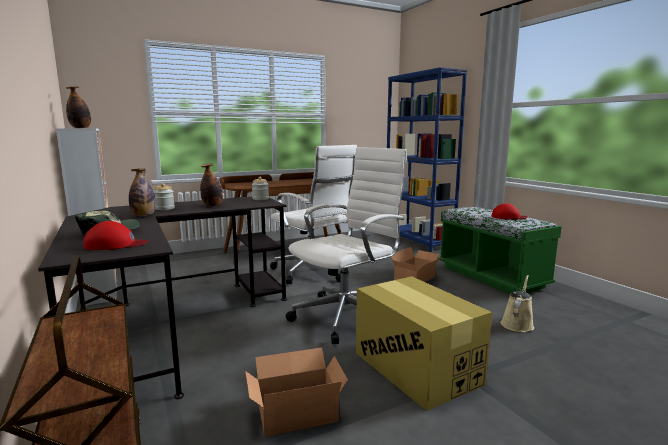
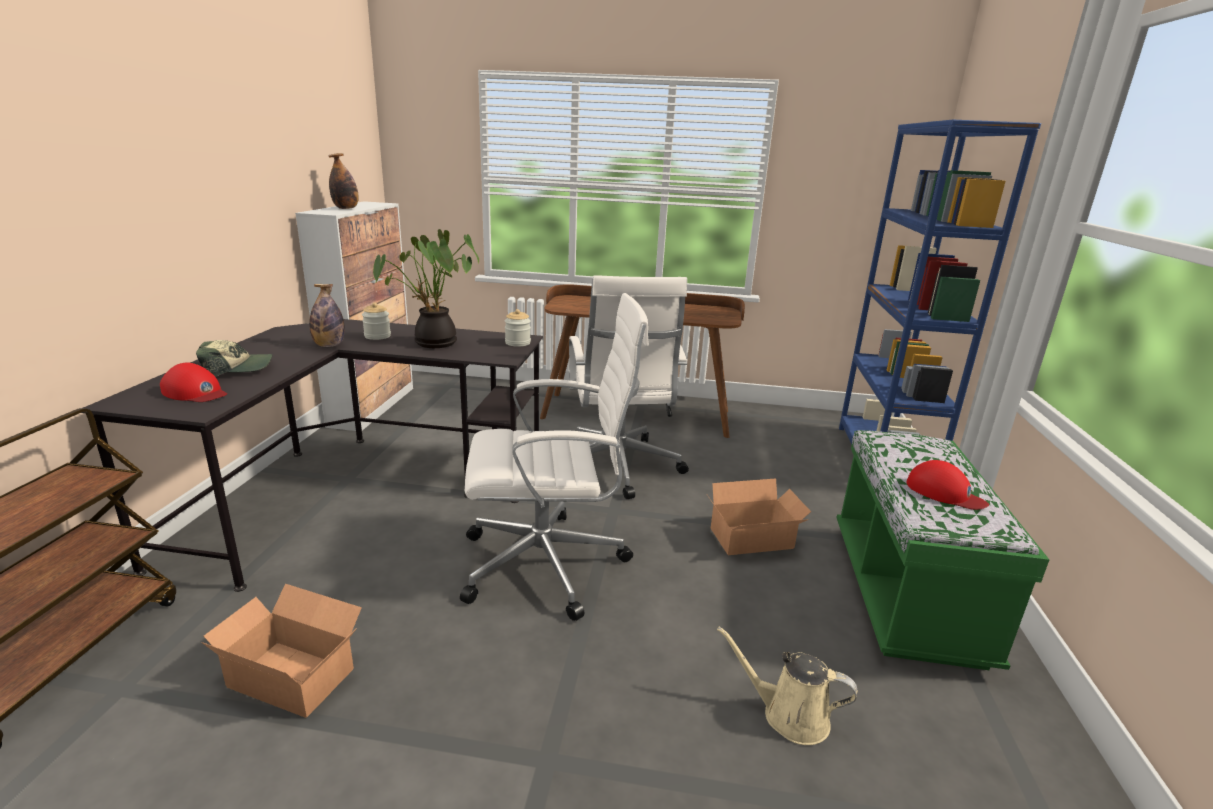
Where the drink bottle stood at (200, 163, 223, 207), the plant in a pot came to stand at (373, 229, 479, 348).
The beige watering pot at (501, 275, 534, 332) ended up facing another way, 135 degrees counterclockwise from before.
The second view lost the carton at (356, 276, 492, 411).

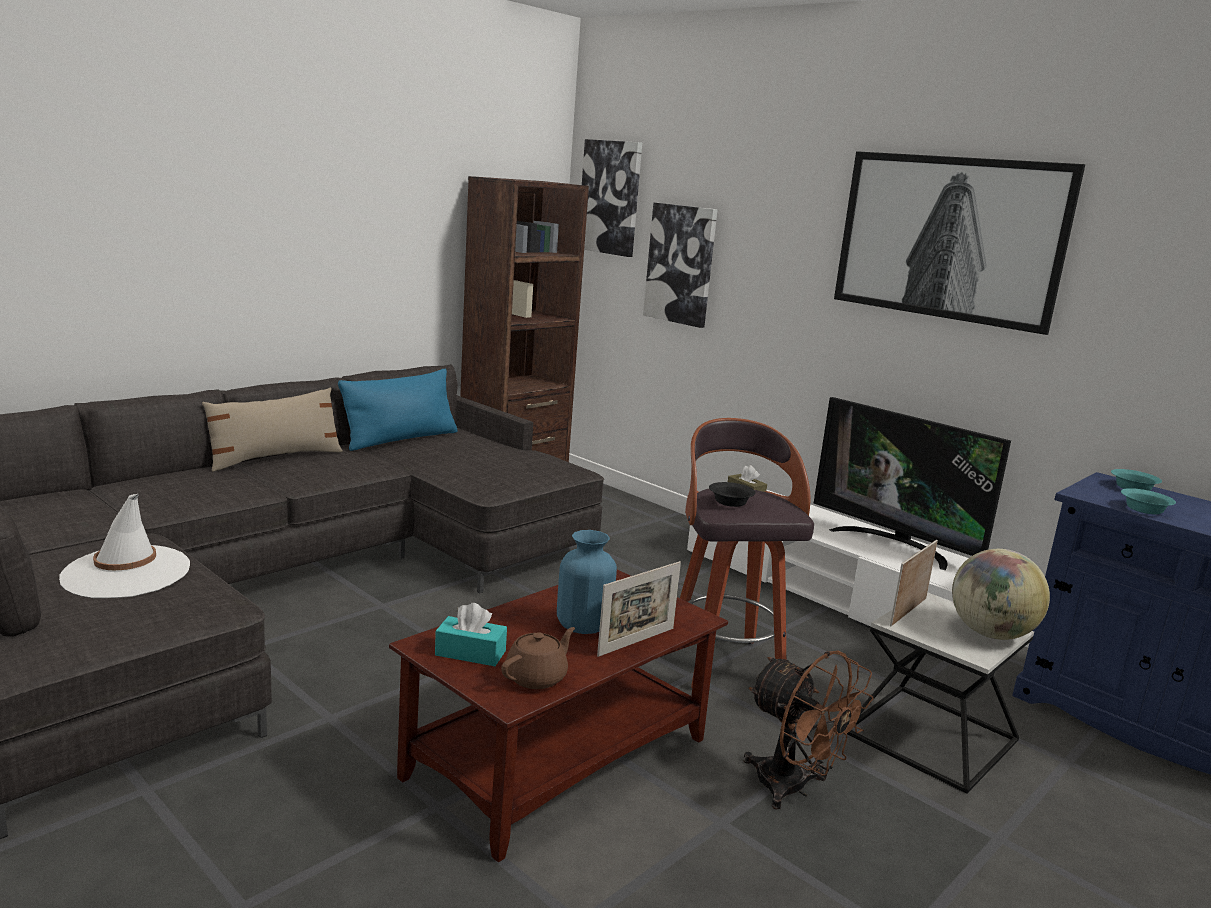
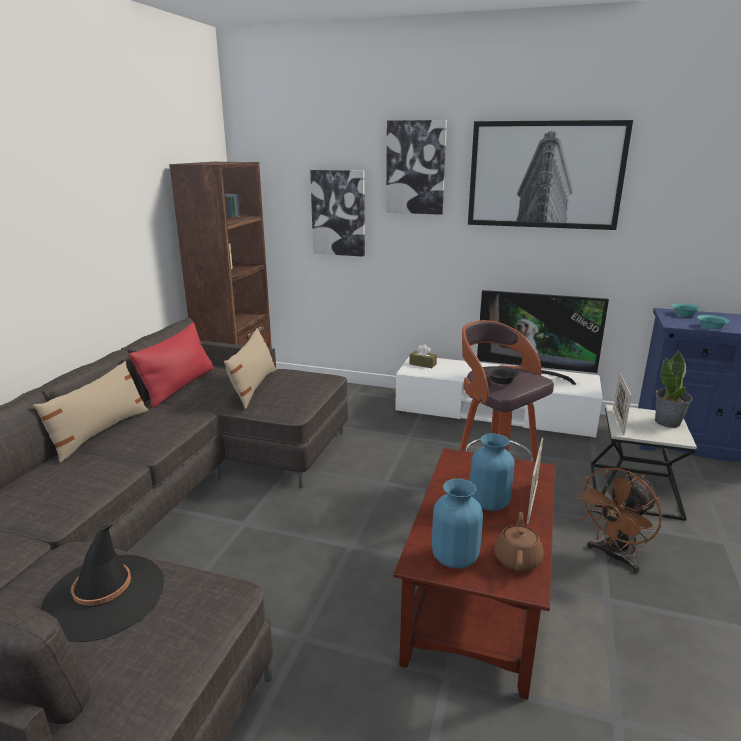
The wall picture ended up elsewhere, having gone from (582, 139, 642, 257) to (386, 120, 447, 215).
What was the blue-coloured cushion at (338, 369, 458, 451) turned into the reddish cushion at (129, 322, 214, 408).
What was the white wearable hat at (59, 494, 190, 598) turned into the black-coloured wearable hat at (41, 524, 164, 642).
Where the world globe stood at (952, 549, 1050, 640), the plant in a pot came to stand at (655, 350, 693, 428).
Where the turquoise-coloured tissue holder stood at (435, 603, 507, 666), the blue-coloured flower vase came to stand at (432, 479, 483, 568).
The brownish fan at (743, 650, 874, 810) ended up facing another way, 120 degrees clockwise from before.
The second view gained the beige cushion at (224, 328, 276, 409).

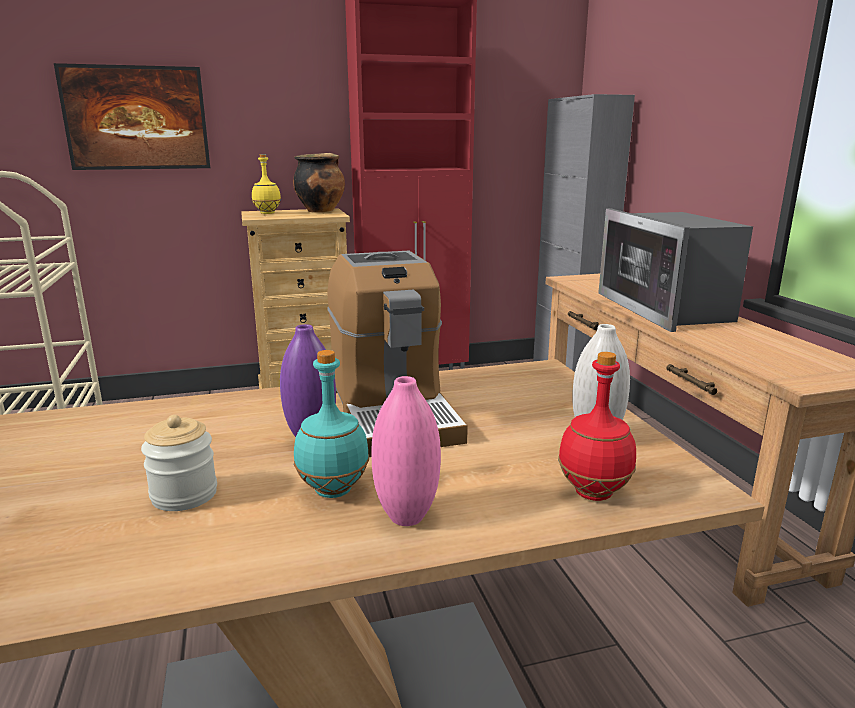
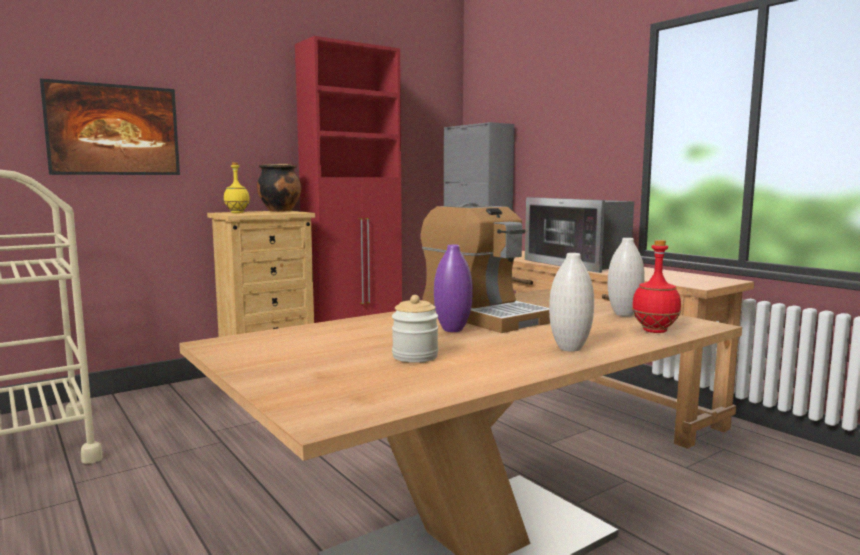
The second view lost the turquoise-coloured drink bottle at (294, 350, 369, 498).
What was the pink flower vase at (371, 376, 441, 526) turned into the white flower vase at (549, 253, 594, 352).

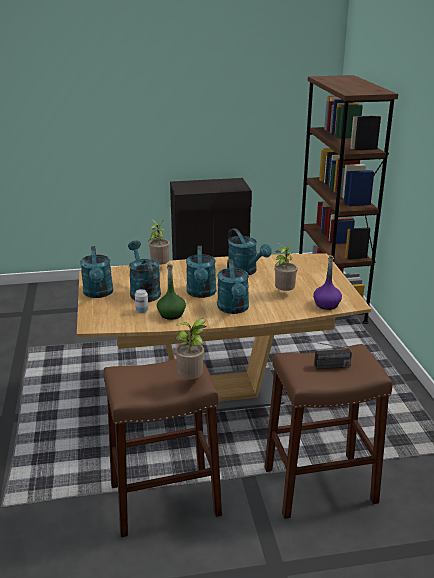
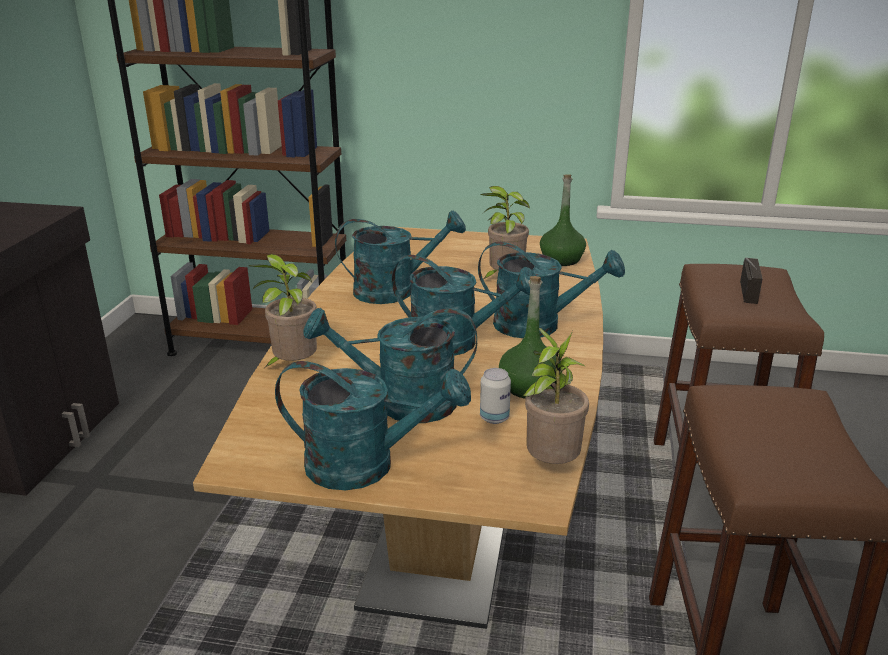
What was the purple-coloured drink bottle at (313, 255, 342, 310) turned into the green drink bottle at (540, 174, 586, 266).
The plant in a pot ended up elsewhere, having gone from (175, 318, 206, 380) to (524, 328, 589, 464).

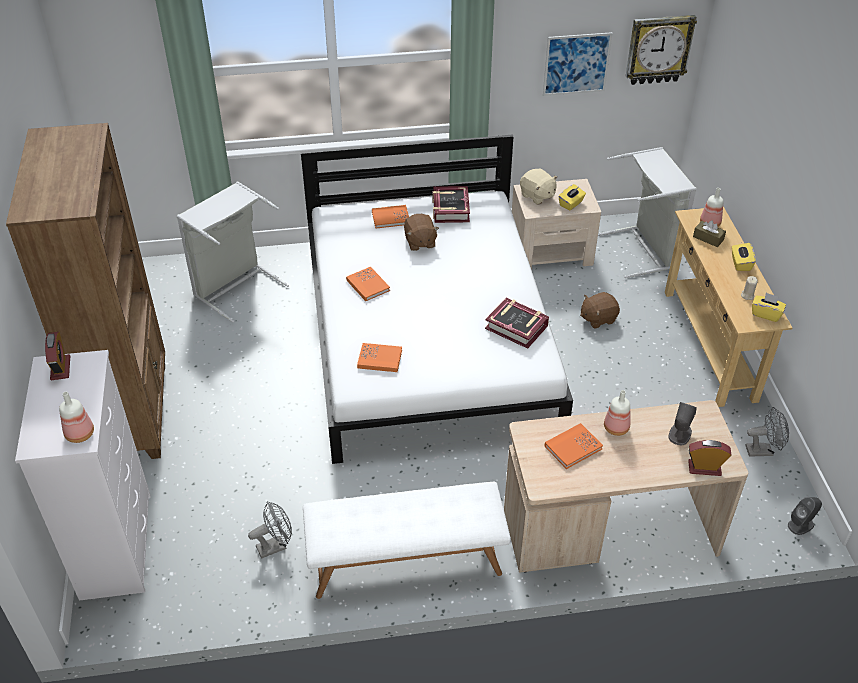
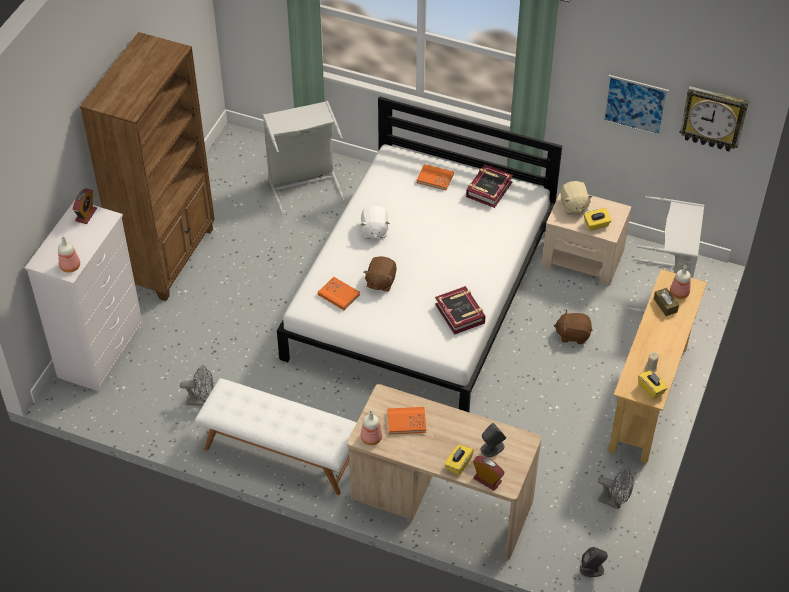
The brownish plush toy ended up elsewhere, having gone from (404, 214, 439, 251) to (363, 256, 397, 292).
The yellowish tissue holder ended up elsewhere, having gone from (732, 243, 756, 271) to (444, 445, 474, 475).
Where the orange-coloured book stood at (346, 267, 390, 301), the white plush toy came to stand at (360, 206, 390, 239).
The drink bottle ended up elsewhere, having gone from (604, 390, 631, 436) to (361, 411, 382, 445).

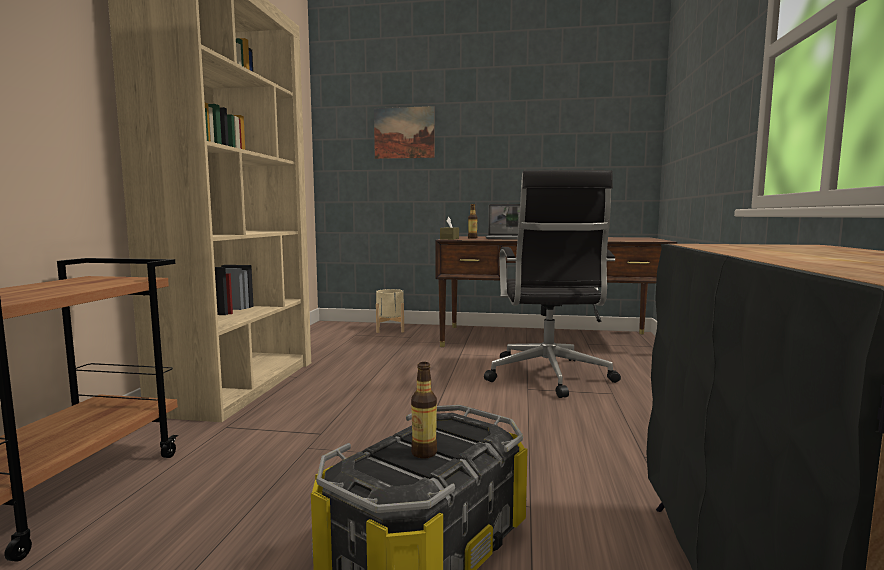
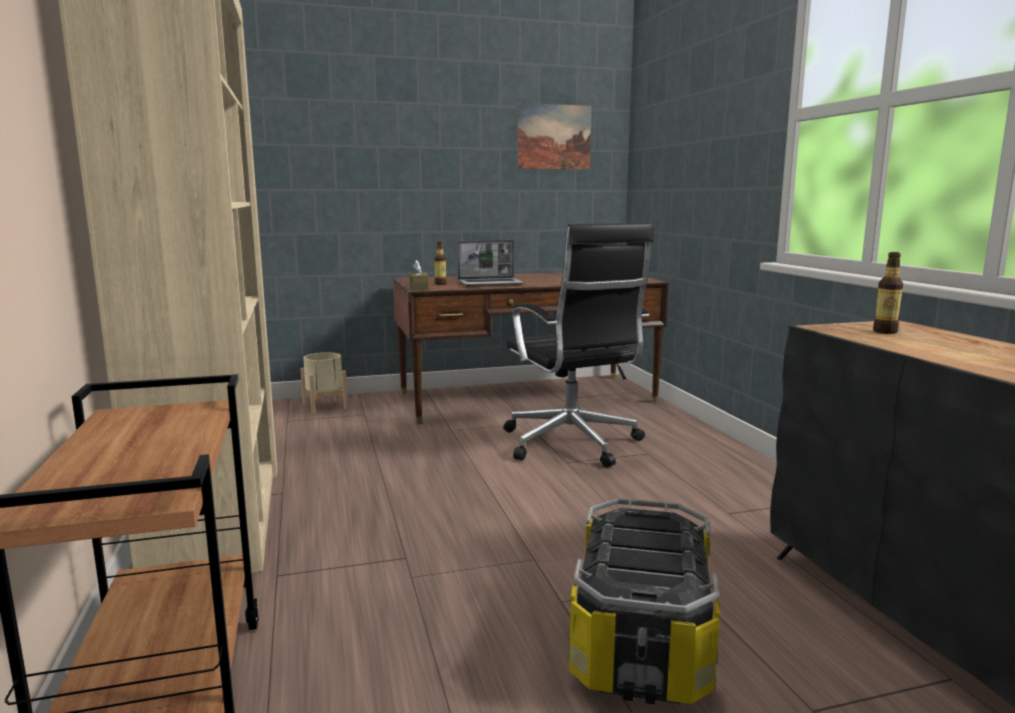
The wall picture ended up elsewhere, having gone from (374, 106, 435, 159) to (517, 103, 592, 169).
The drink bottle ended up elsewhere, having gone from (411, 362, 437, 459) to (873, 252, 903, 334).

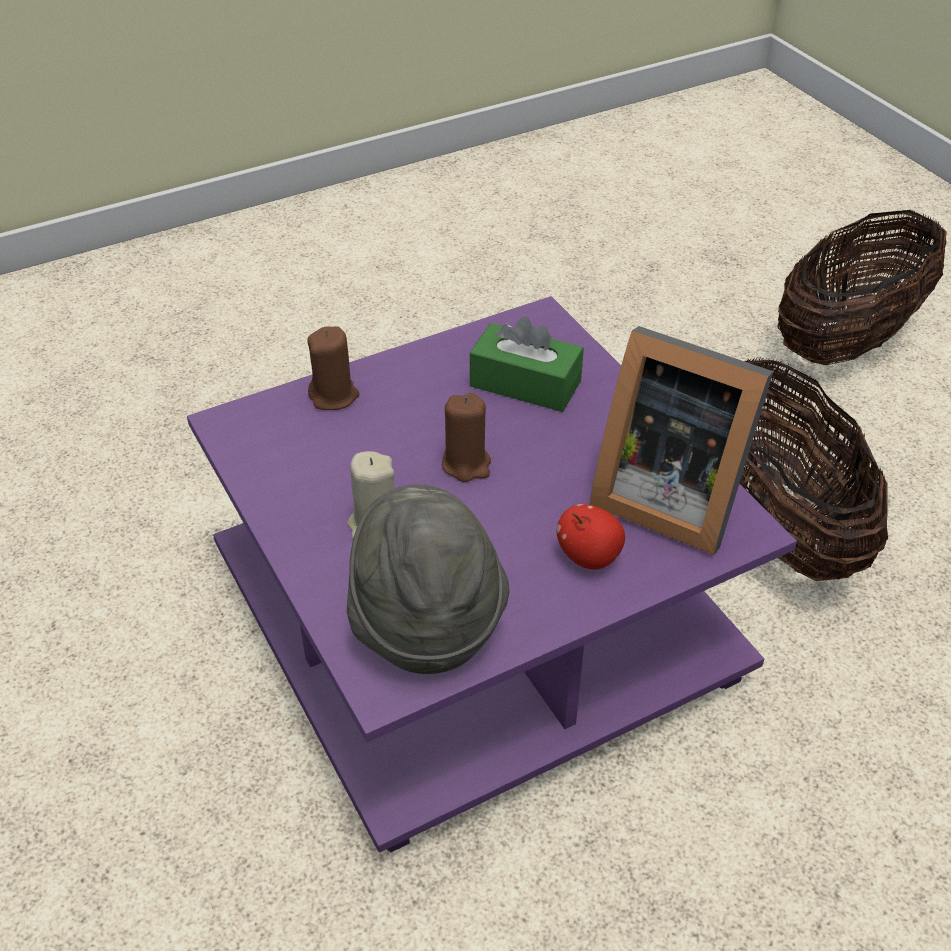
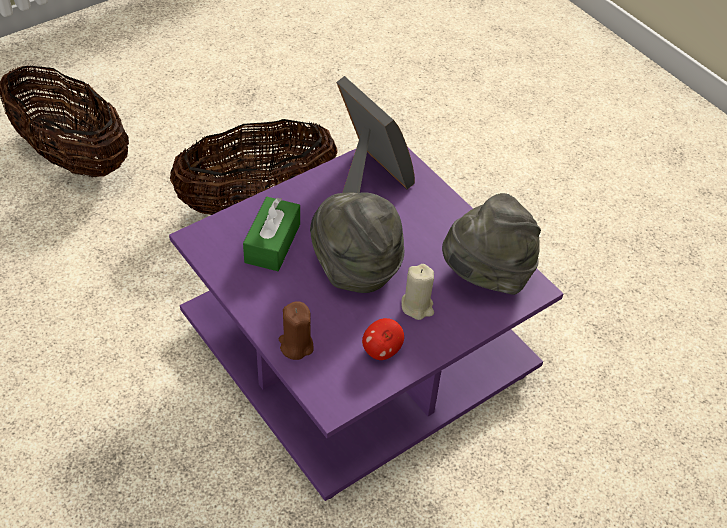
The photo frame at (590, 326, 774, 555) ended up facing another way, 60 degrees counterclockwise from before.
Where the brownish wax candle stood at (442, 393, 491, 482), the greyish wearable hat came to stand at (310, 192, 404, 293).
The apple fruit ended up elsewhere, having gone from (557, 504, 625, 570) to (362, 318, 404, 360).

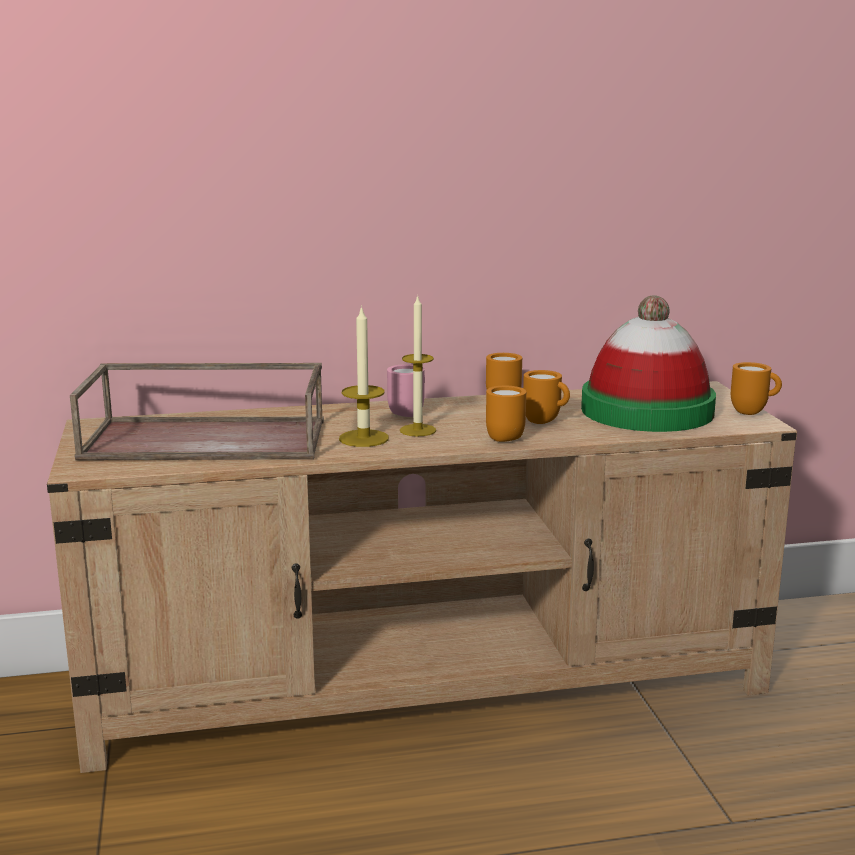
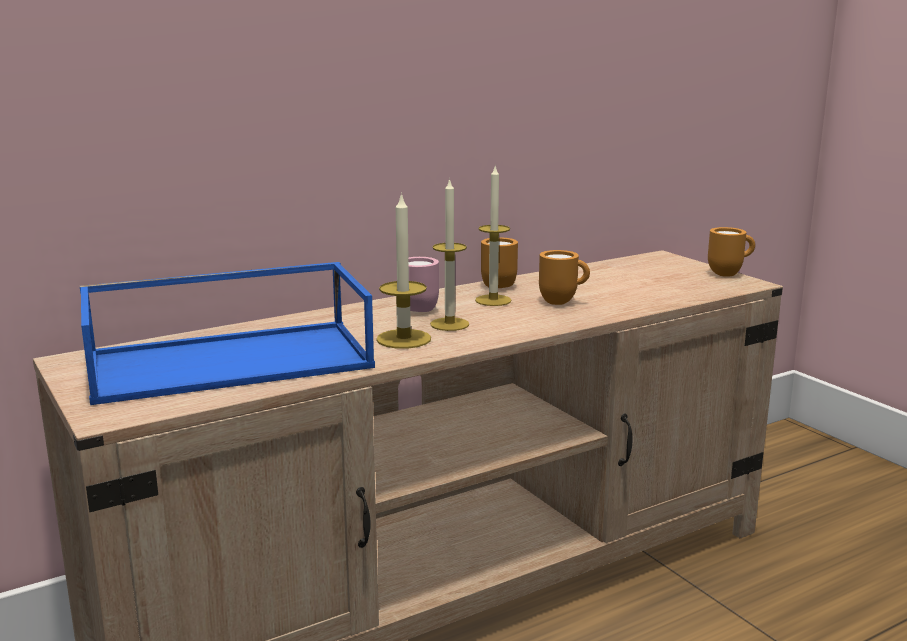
The second view lost the wearable hat at (581, 295, 716, 432).
What was the brownish tray at (70, 363, 324, 460) turned into the blue-coloured tray at (80, 262, 375, 405).
The second view lost the orange-coloured coffee mug at (486, 386, 526, 442).
The second view gained the wax candle at (475, 166, 512, 306).

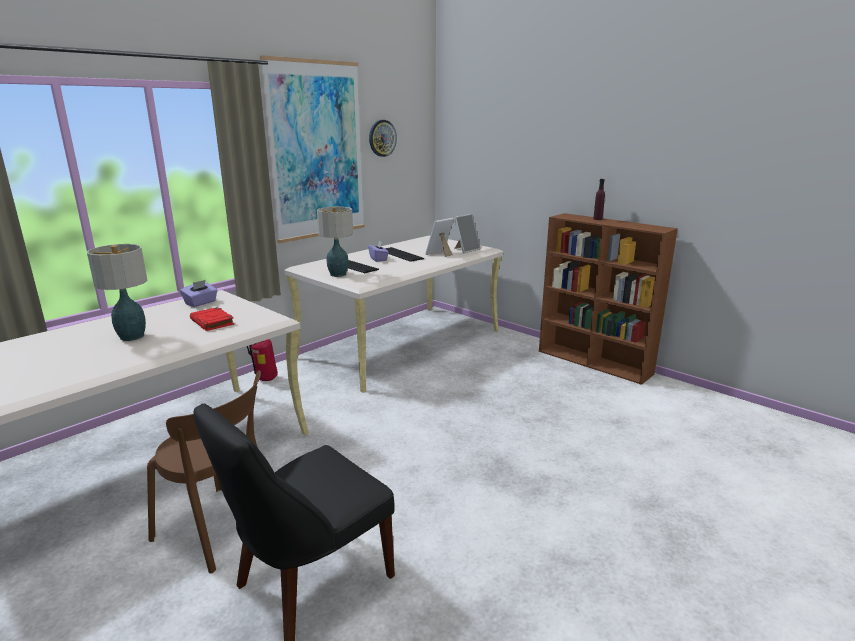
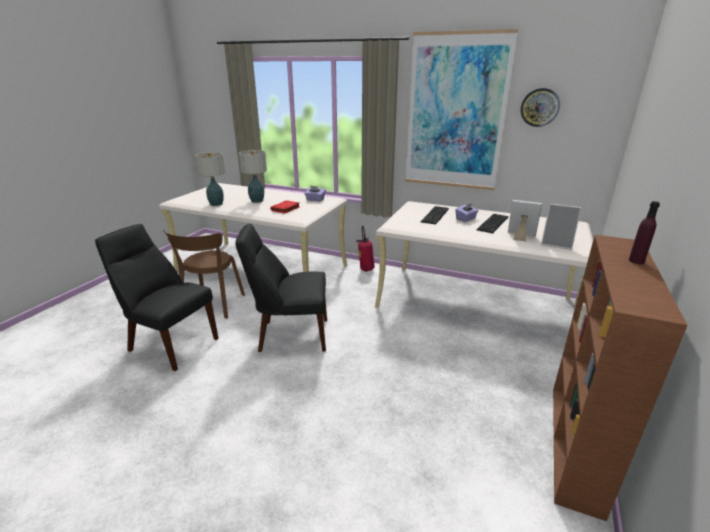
The lamp for a table ended up elsewhere, having gone from (317, 207, 353, 277) to (195, 152, 225, 206).
The second view gained the black-coloured upright chair at (235, 224, 327, 352).

